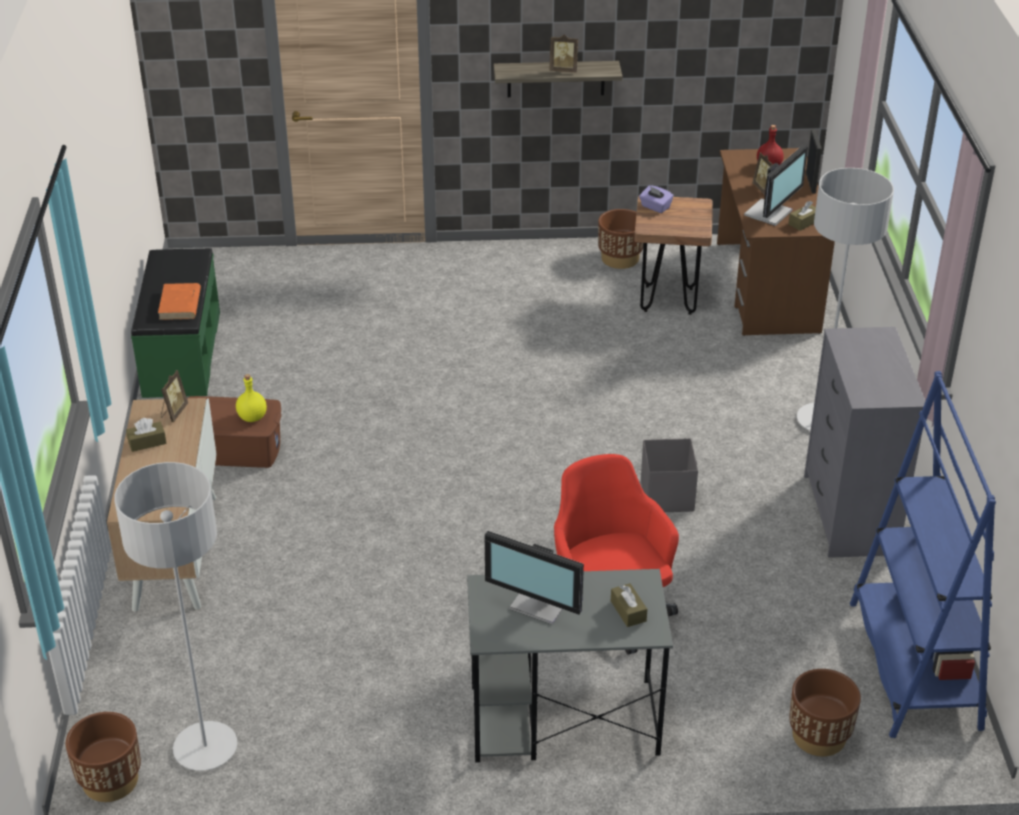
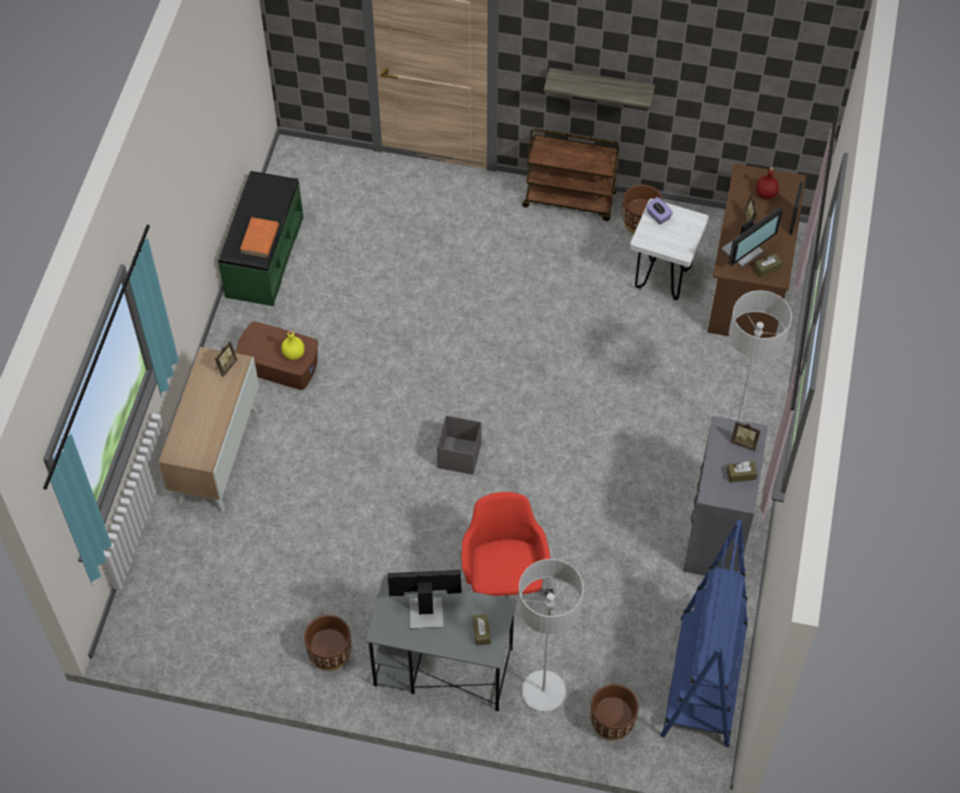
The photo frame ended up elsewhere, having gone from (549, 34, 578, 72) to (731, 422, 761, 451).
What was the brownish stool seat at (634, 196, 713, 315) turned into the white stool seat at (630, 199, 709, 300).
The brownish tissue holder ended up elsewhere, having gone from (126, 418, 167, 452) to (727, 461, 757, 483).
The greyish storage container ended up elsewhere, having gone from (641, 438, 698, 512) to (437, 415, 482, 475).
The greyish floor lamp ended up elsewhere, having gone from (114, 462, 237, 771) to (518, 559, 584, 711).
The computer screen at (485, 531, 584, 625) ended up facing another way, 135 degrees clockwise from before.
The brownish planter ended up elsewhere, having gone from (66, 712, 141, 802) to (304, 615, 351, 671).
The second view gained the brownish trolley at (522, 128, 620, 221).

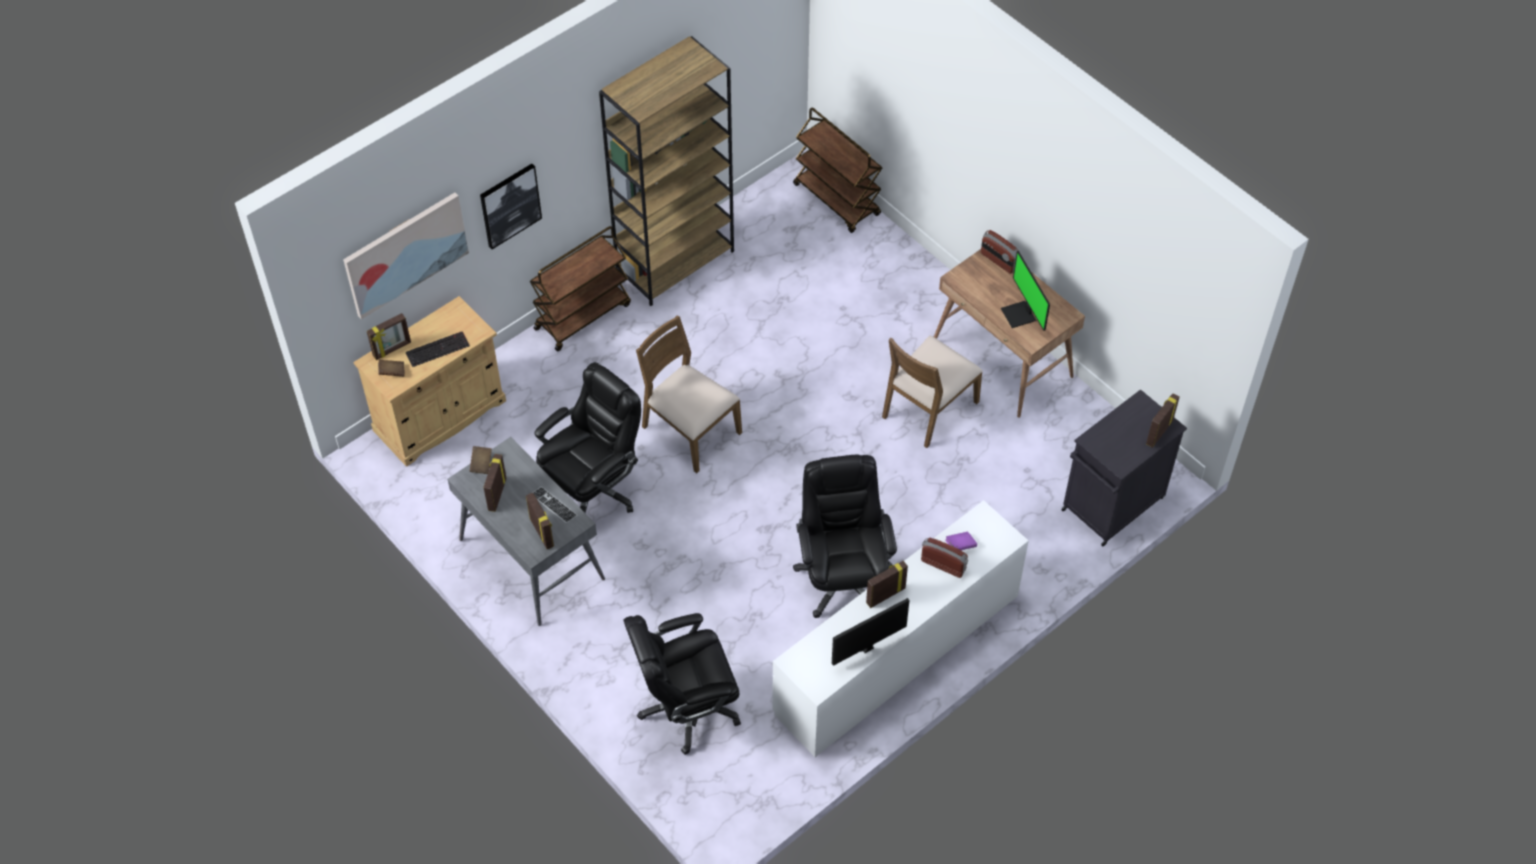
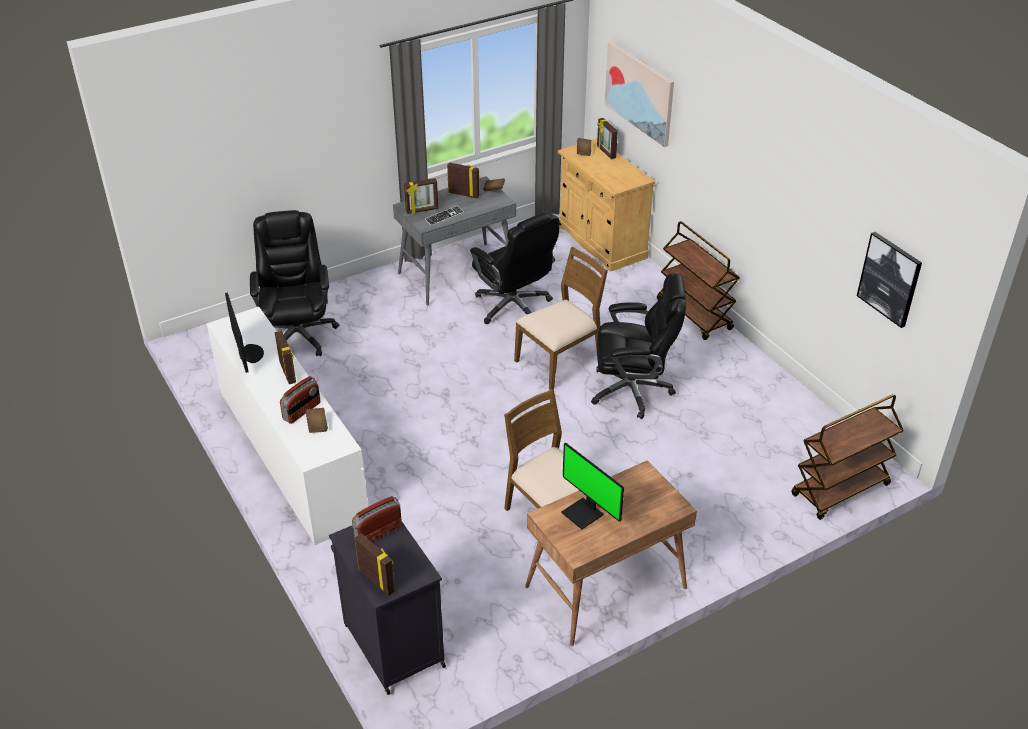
The second view lost the brownish bookcase at (599, 36, 734, 306).
The wall picture ended up elsewhere, having gone from (480, 164, 542, 249) to (857, 232, 922, 328).
The radio ended up elsewhere, having gone from (981, 230, 1019, 274) to (352, 496, 402, 542).
The computer screen at (1001, 251, 1050, 331) ended up facing another way, 120 degrees counterclockwise from before.
The second view lost the PC keyboard at (406, 331, 470, 367).
The black-coloured computer chair ended up elsewhere, having gone from (793, 455, 897, 618) to (591, 274, 686, 419).
What was the purple-coloured book at (945, 532, 977, 550) turned into the brownish book at (305, 408, 328, 433).

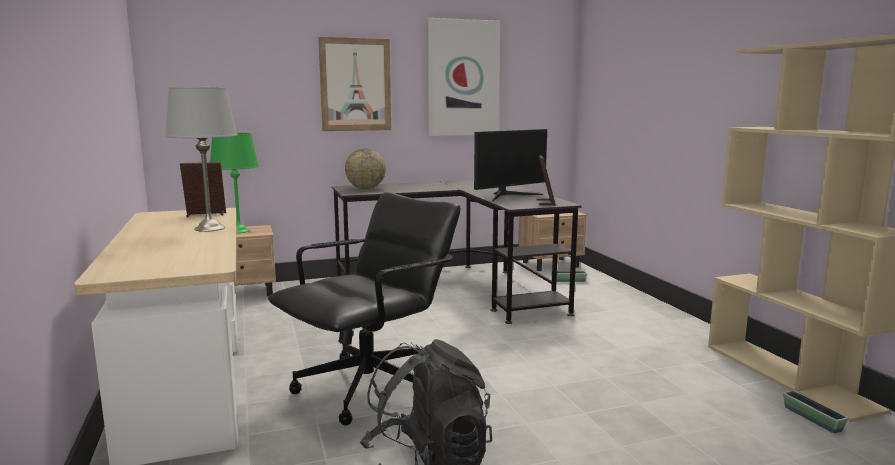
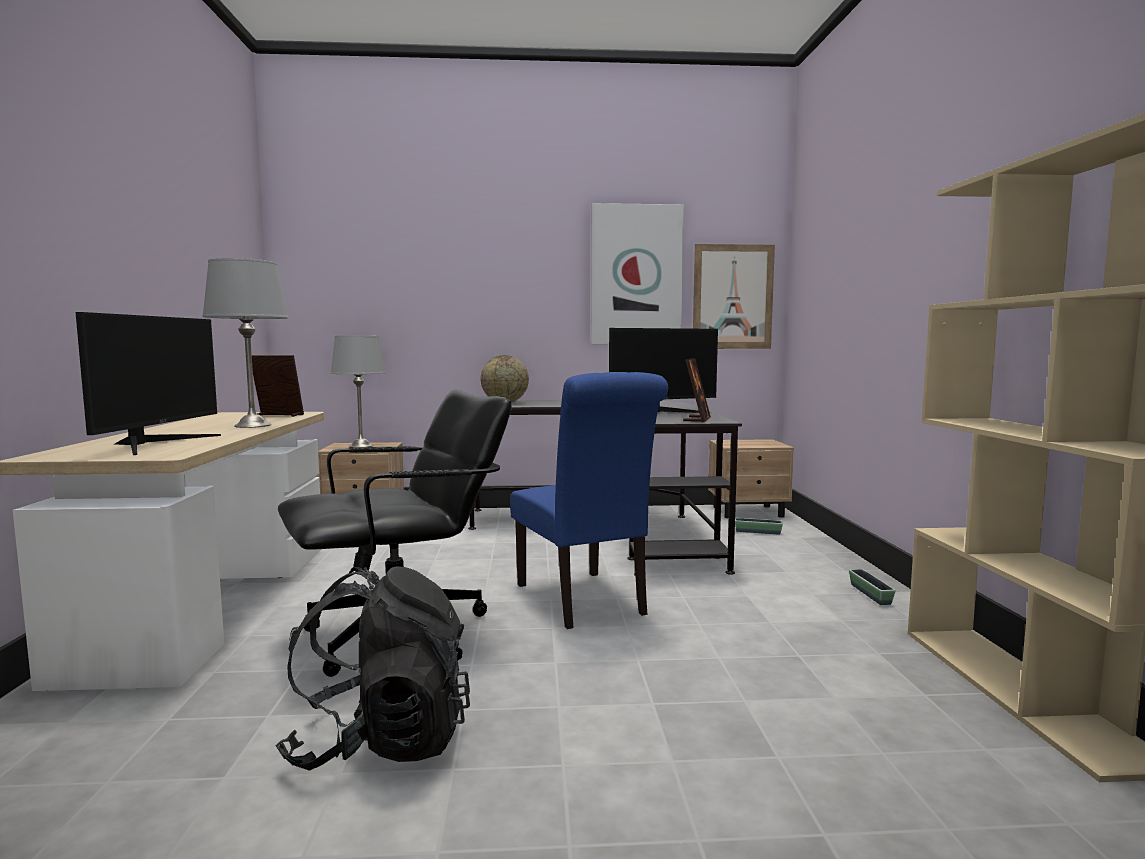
The wall picture ended up elsewhere, having gone from (318, 37, 391, 131) to (693, 244, 775, 349).
What was the green lamp for a table at (210, 133, 259, 233) turned into the greyish lamp for a table at (330, 335, 386, 447).
The planter ended up elsewhere, having gone from (783, 390, 848, 433) to (849, 569, 896, 605).
The second view gained the computer screen at (76, 312, 221, 455).
The second view gained the blue-coloured upright chair at (510, 372, 668, 629).

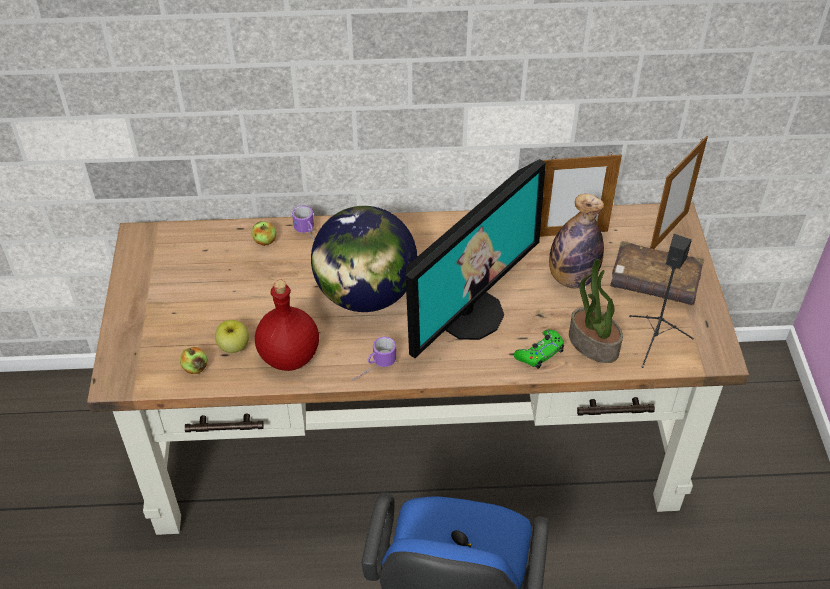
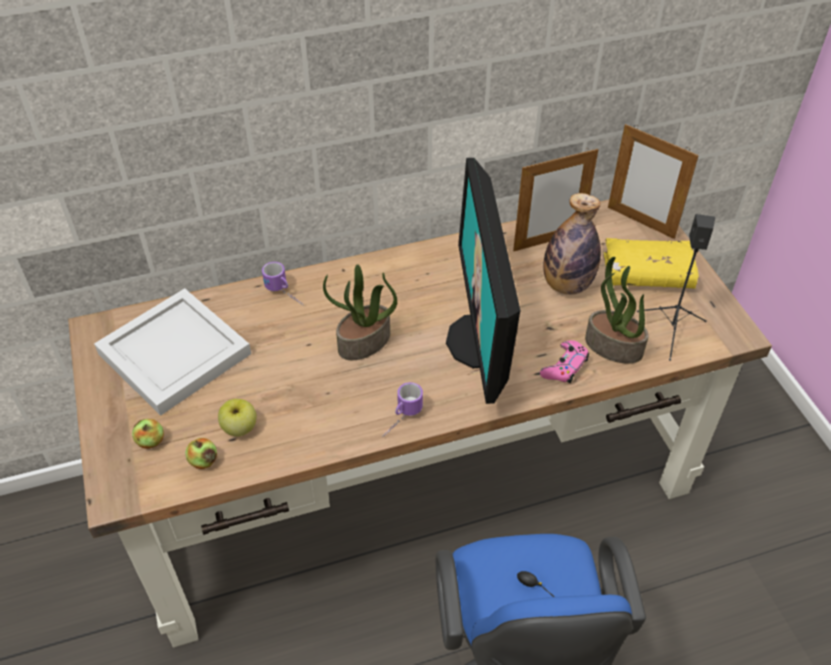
The photo frame at (650, 136, 708, 249) ended up facing another way, 105 degrees clockwise from before.
The computer screen at (406, 159, 546, 358) ended up facing another way, 150 degrees clockwise from before.
Where the world globe stood at (311, 206, 417, 312), the plant in a pot came to stand at (323, 264, 397, 360).
The apple fruit ended up elsewhere, having gone from (252, 221, 276, 246) to (132, 419, 164, 449).
What was the brownish book at (610, 241, 704, 305) turned into the yellowish book at (603, 238, 699, 288).
The second view lost the reddish drink bottle at (255, 280, 319, 371).
What was the green joypad at (514, 330, 564, 369) turned into the pink joypad at (540, 340, 589, 383).
The second view gained the white tray at (94, 288, 251, 416).

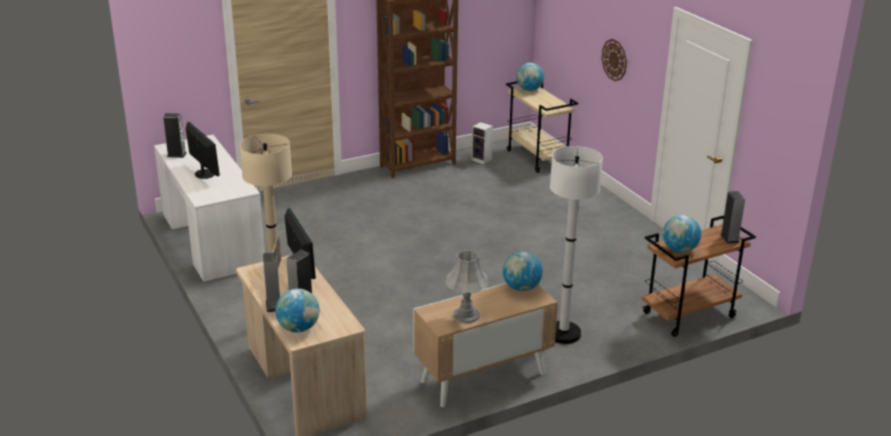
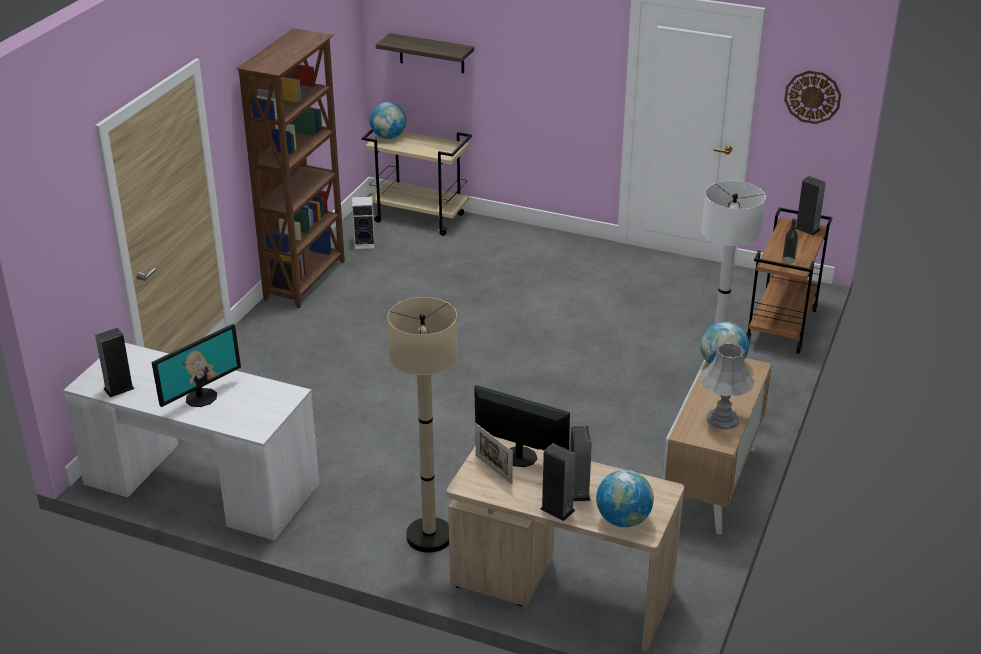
The wall clock ended up elsewhere, having gone from (601, 39, 627, 81) to (784, 71, 841, 124).
The computer screen at (186, 122, 220, 179) ended up facing another way, 120 degrees clockwise from before.
Where the world globe stood at (662, 215, 701, 253), the drink bottle came to stand at (782, 219, 798, 263).
The second view gained the shelf at (376, 33, 474, 73).

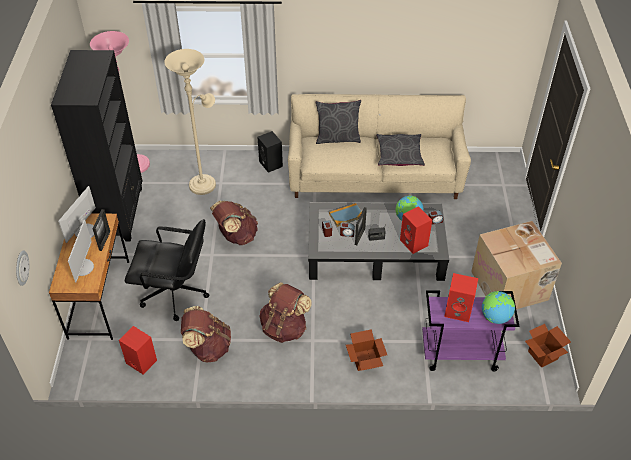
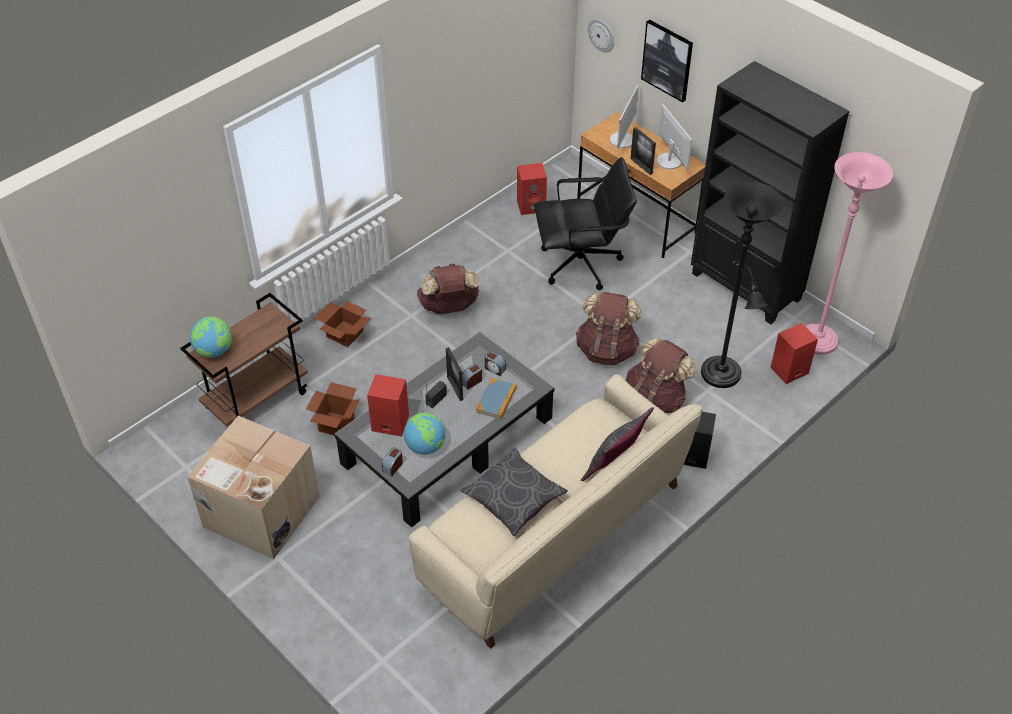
What was the beige floor lamp at (164, 49, 216, 195) turned into the black-coloured floor lamp at (701, 182, 784, 388).
The black-coloured computer chair at (125, 219, 209, 321) ended up facing another way, 150 degrees counterclockwise from before.
The computer screen at (68, 220, 94, 282) ended up facing another way, 120 degrees counterclockwise from before.
The reddish audio speaker ended up elsewhere, having gone from (444, 273, 478, 322) to (770, 323, 818, 384).
What was the purple-coloured trolley at (422, 290, 519, 371) turned into the brownish trolley at (180, 293, 308, 427).
The brownish backpack ended up elsewhere, having gone from (181, 306, 231, 363) to (626, 338, 697, 413).
The carton ended up elsewhere, having gone from (525, 324, 571, 368) to (306, 382, 360, 435).
The second view gained the wall picture at (641, 20, 693, 103).

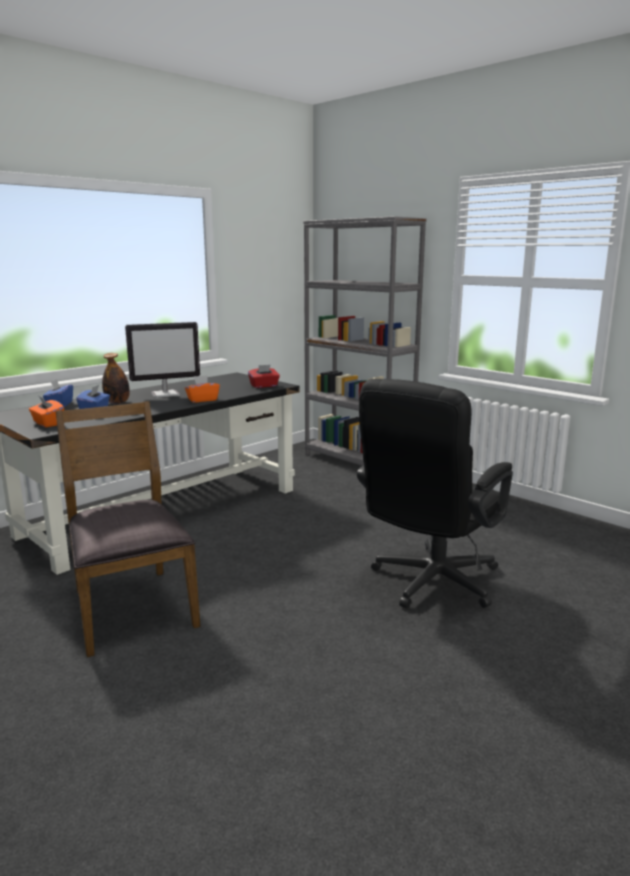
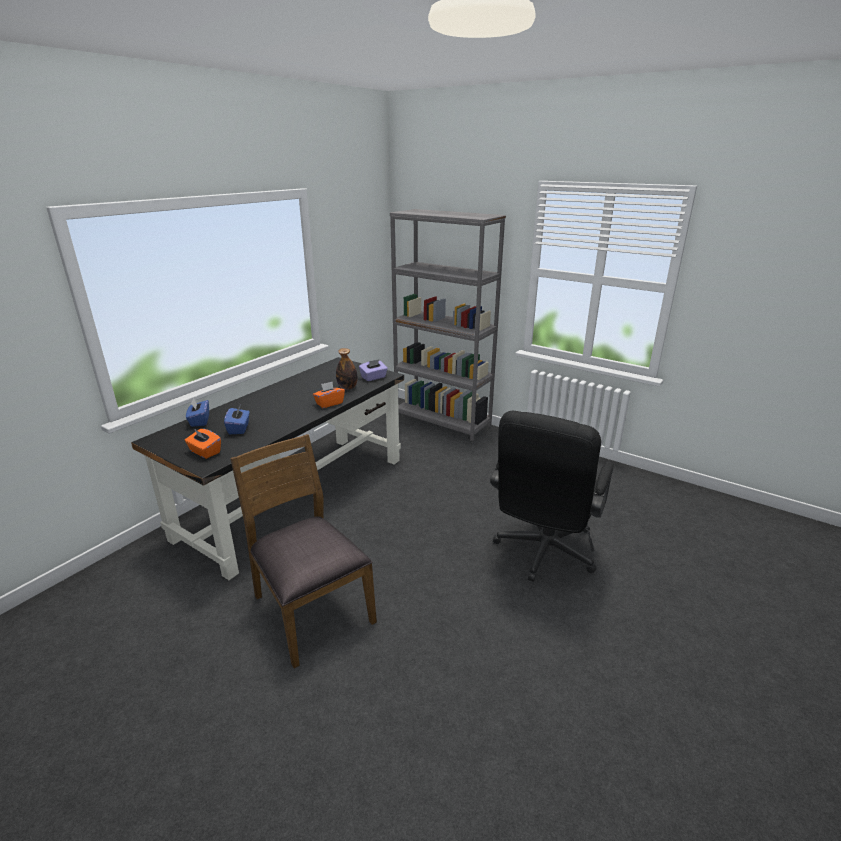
The second view lost the computer screen at (125, 322, 200, 398).
The drink bottle ended up elsewhere, having gone from (102, 353, 130, 404) to (336, 348, 358, 390).
What was the reddish tissue holder at (248, 365, 280, 388) turned into the purple-coloured tissue holder at (359, 359, 388, 381).

